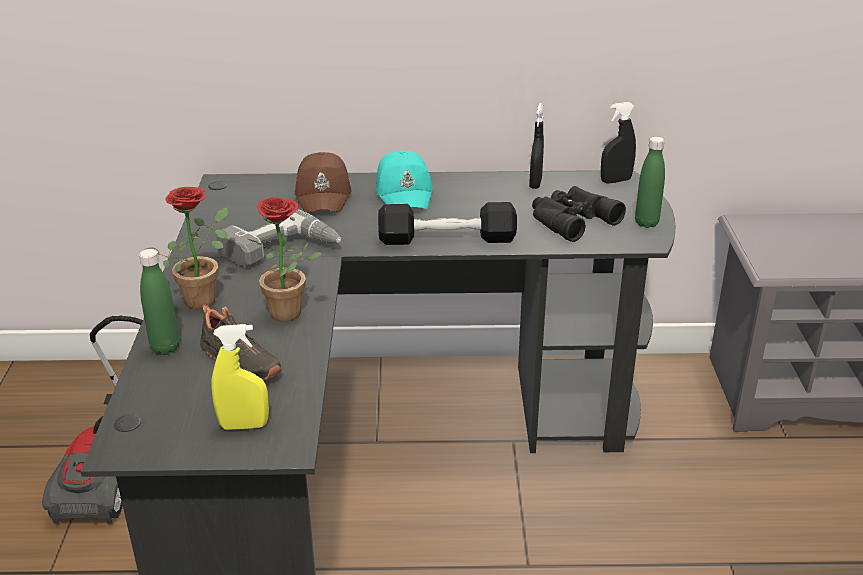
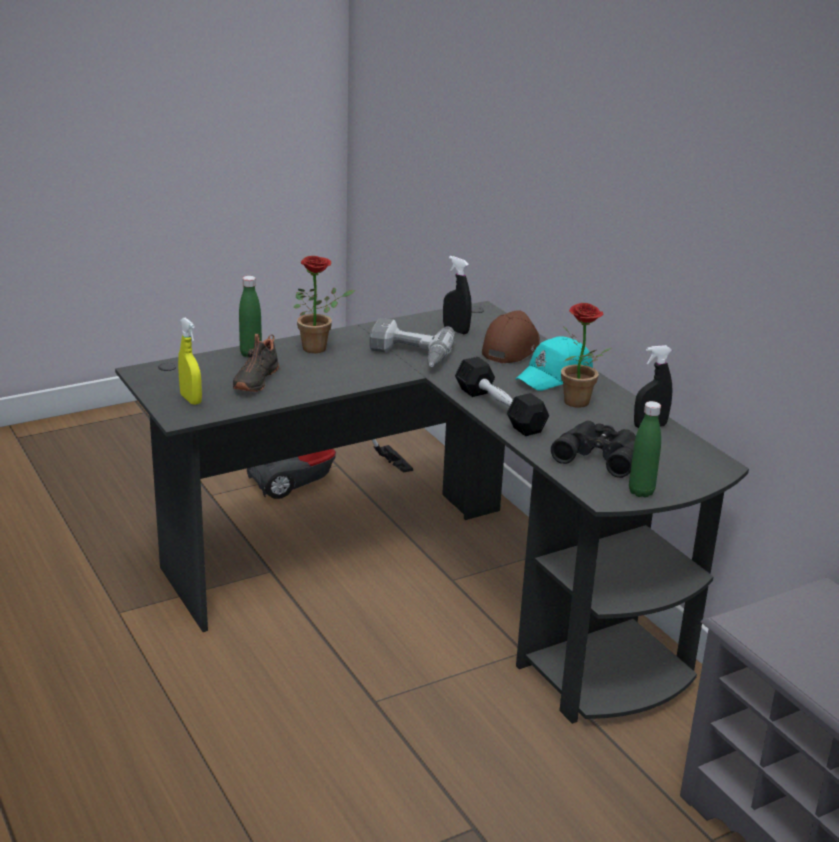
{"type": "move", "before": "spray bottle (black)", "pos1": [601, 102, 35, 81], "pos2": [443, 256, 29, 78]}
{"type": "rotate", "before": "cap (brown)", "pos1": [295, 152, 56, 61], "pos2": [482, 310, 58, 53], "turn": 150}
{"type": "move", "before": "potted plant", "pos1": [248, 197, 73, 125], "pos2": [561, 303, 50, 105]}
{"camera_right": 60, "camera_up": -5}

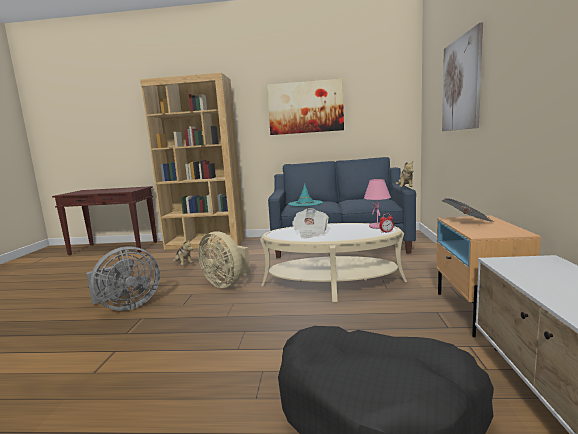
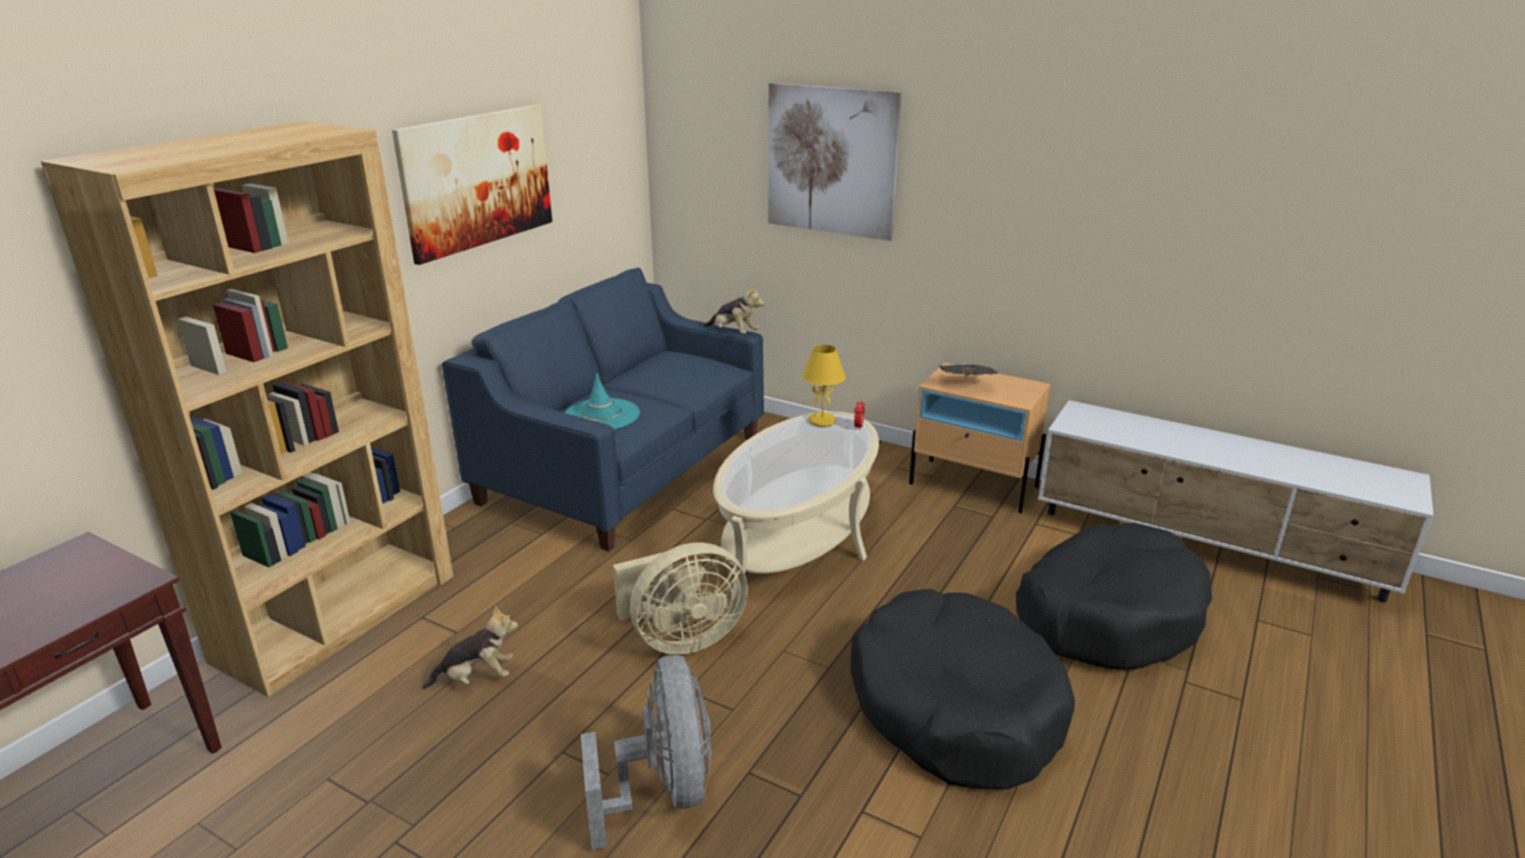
{"type": "recolor", "before": "table lamp (pink)", "after": "table lamp (yellow)", "pos1": [364, 179, 27, 50], "pos2": [802, 345, 44, 82]}
{"type": "insert", "after": "dog bed (black)", "pos2": [851, 589, 224, 201]}
{"type": "delete", "before": "newspaper", "pos1": [292, 208, 37, 30]}
{"camera_right": -65, "camera_up": 15}

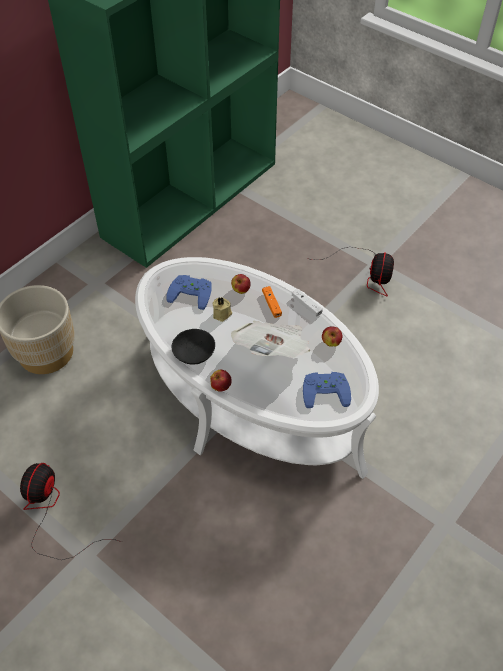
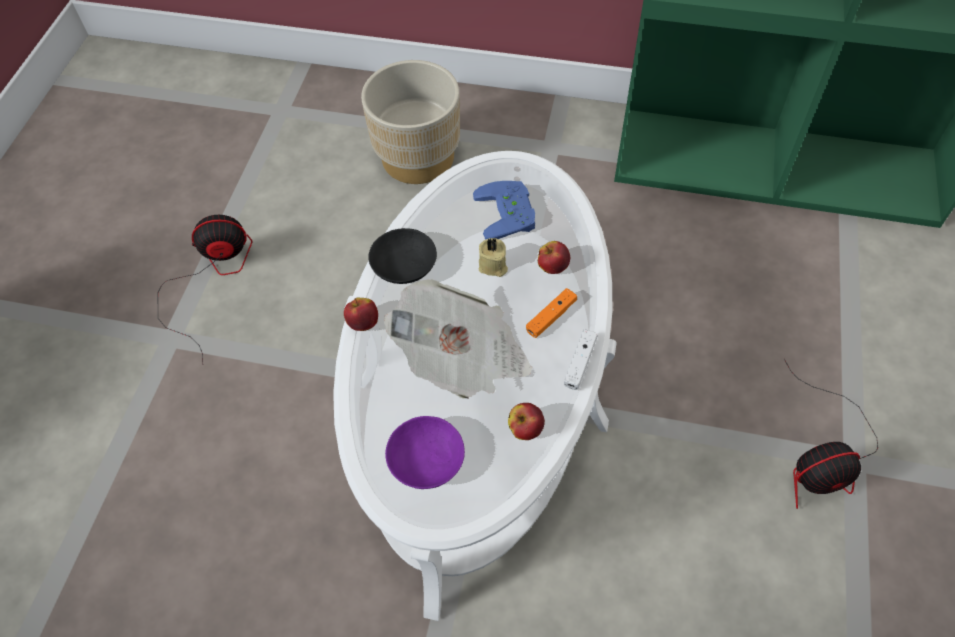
{"type": "replace", "before": "game controller (blue)", "after": "bowl (purple)", "pos1": [303, 372, 48, 36], "pos2": [385, 416, 80, 73]}
{"camera_right": 65, "camera_up": 5}

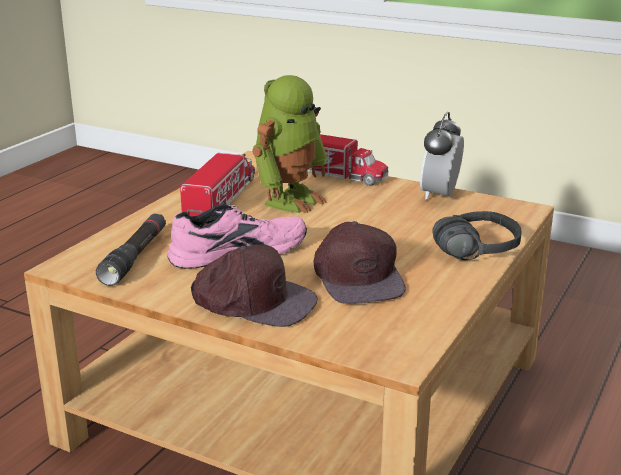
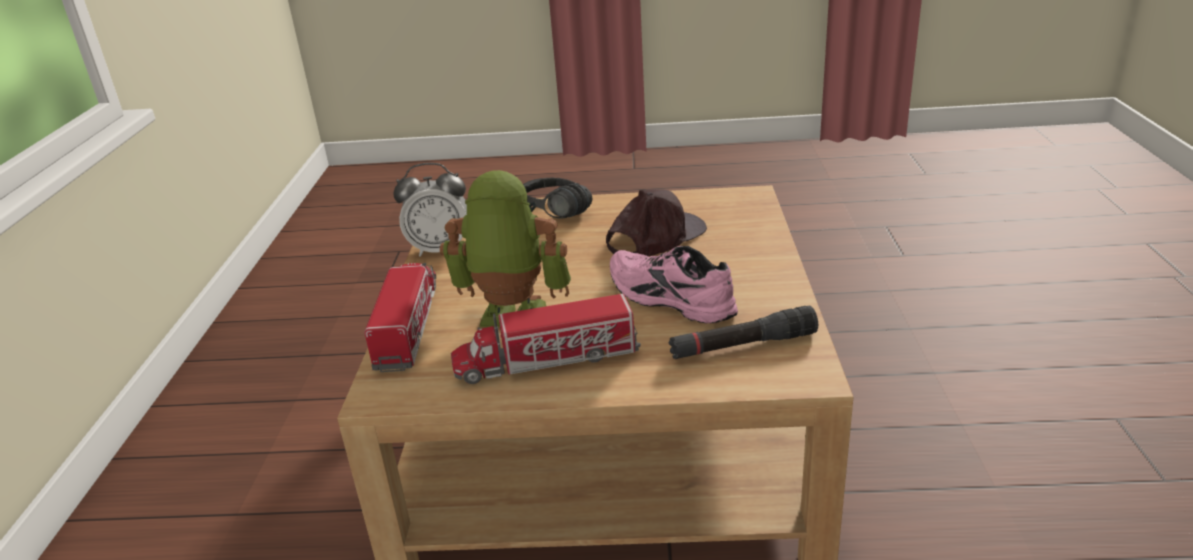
{"type": "delete", "before": "cap (brown)", "pos1": [191, 245, 127, 82]}
{"camera_right": -115, "camera_up": 5}

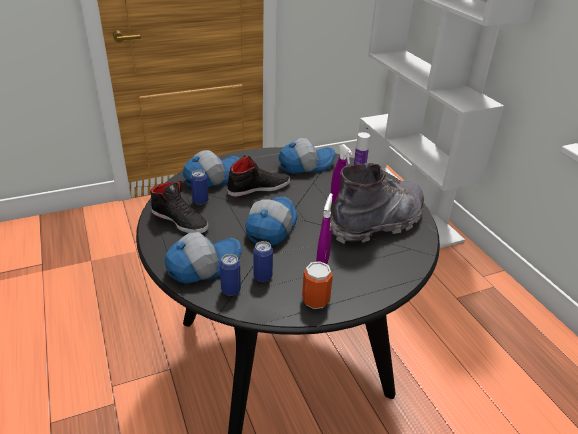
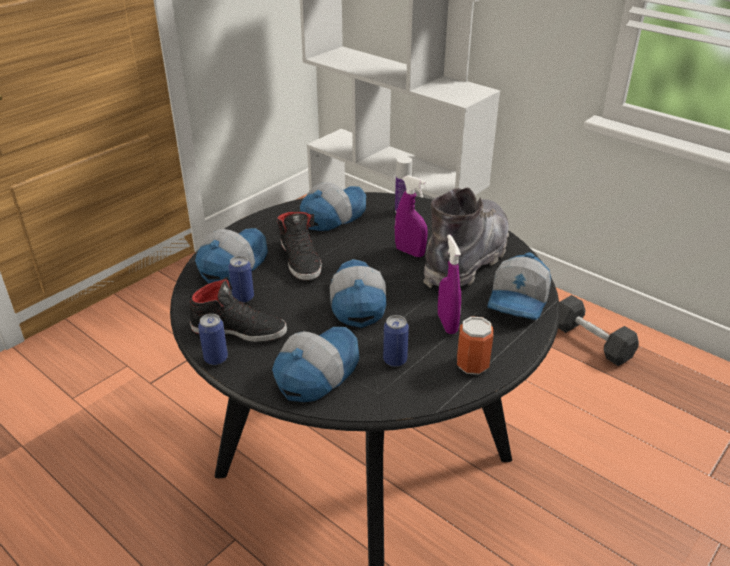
{"type": "move", "before": "can", "pos1": [220, 254, 21, 42], "pos2": [198, 314, 30, 51]}
{"type": "rotate", "before": "shoe (black)", "pos1": [227, 155, 63, 42], "pos2": [277, 211, 45, 70], "turn": 120}
{"type": "insert", "after": "cap", "pos2": [487, 253, 64, 67]}
{"type": "insert", "after": "dumbbell (black)", "pos2": [558, 295, 81, 71]}
{"camera_right": -25, "camera_up": 0}

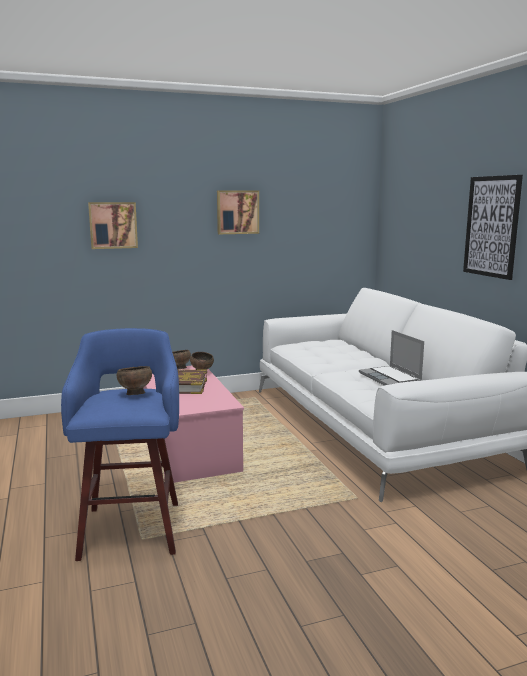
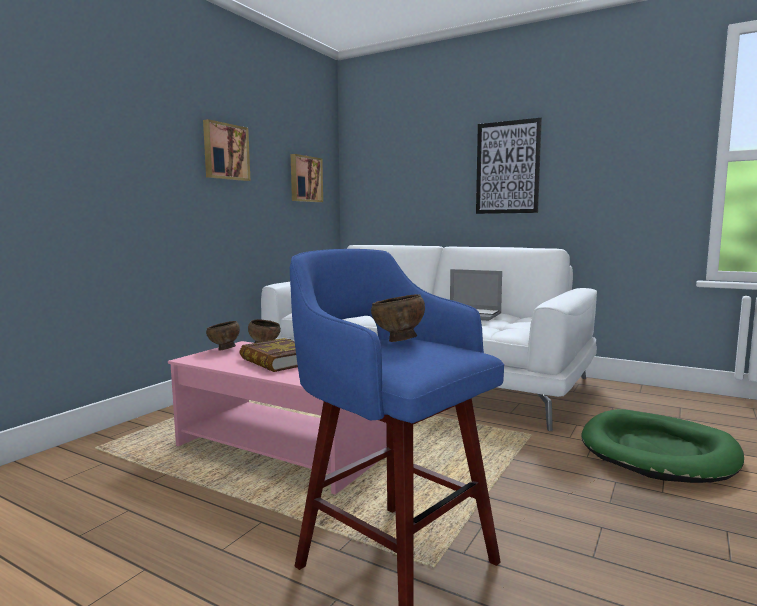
{"type": "move", "before": "picture", "pos1": [88, 202, 50, 47], "pos2": [291, 154, 32, 48]}
{"type": "insert", "after": "dog bed (green)", "pos2": [582, 409, 162, 74]}
{"camera_right": -40, "camera_up": -5}

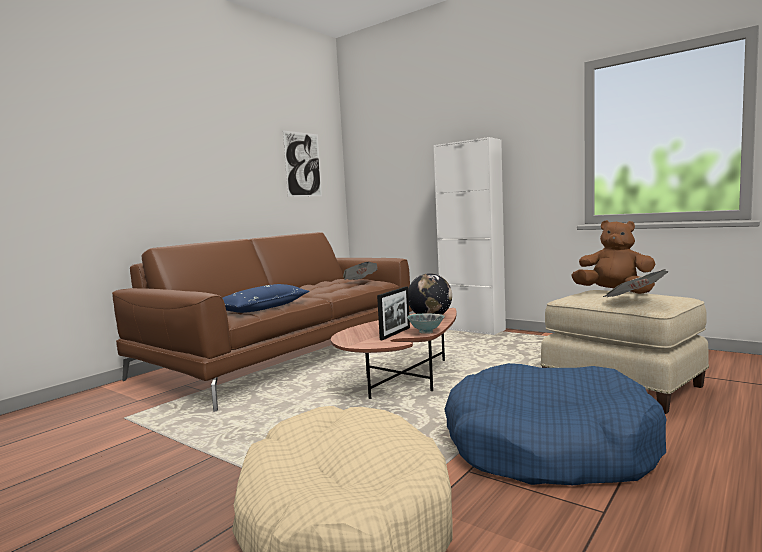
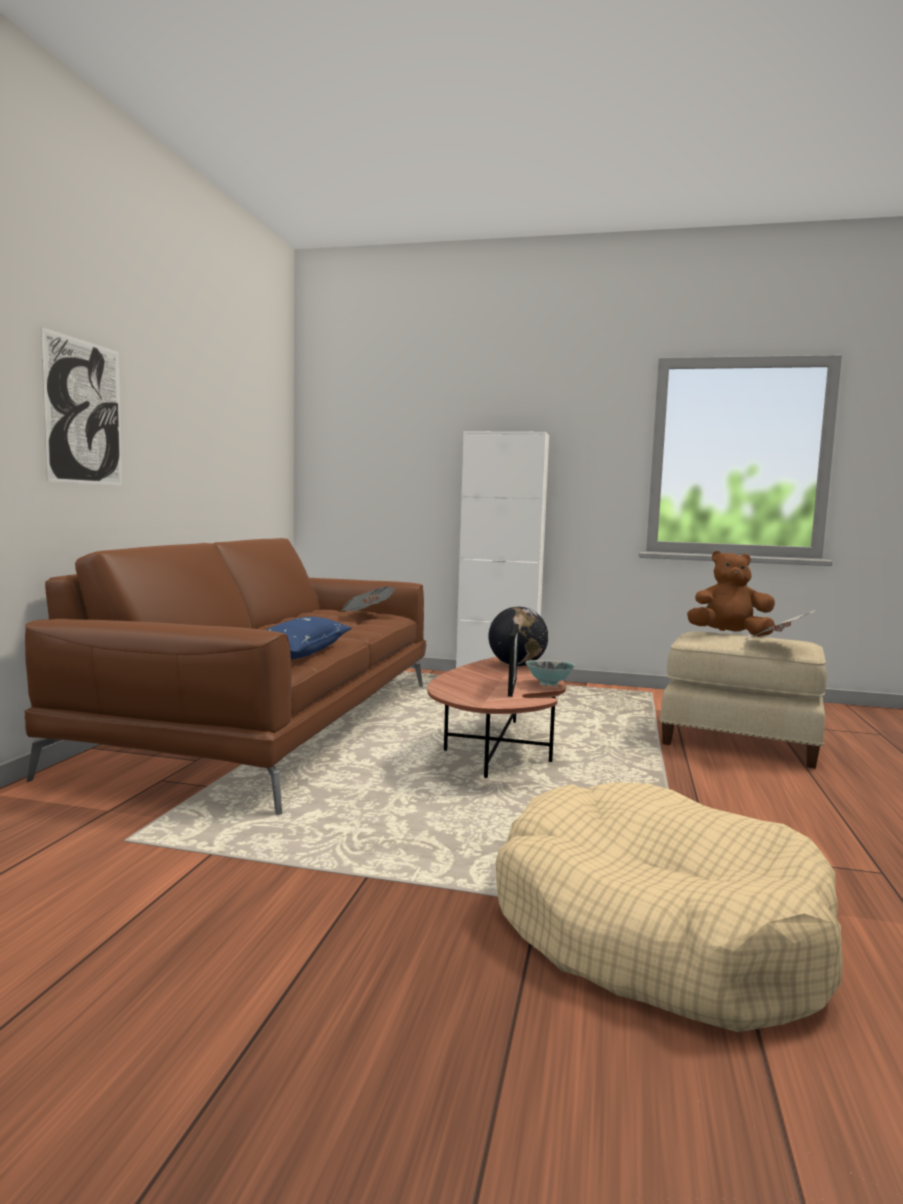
{"type": "move", "before": "picture", "pos1": [283, 130, 39, 67], "pos2": [41, 327, 81, 158]}
{"type": "delete", "before": "dog bed (blue)", "pos1": [444, 363, 223, 122]}
{"camera_right": -25, "camera_up": 0}

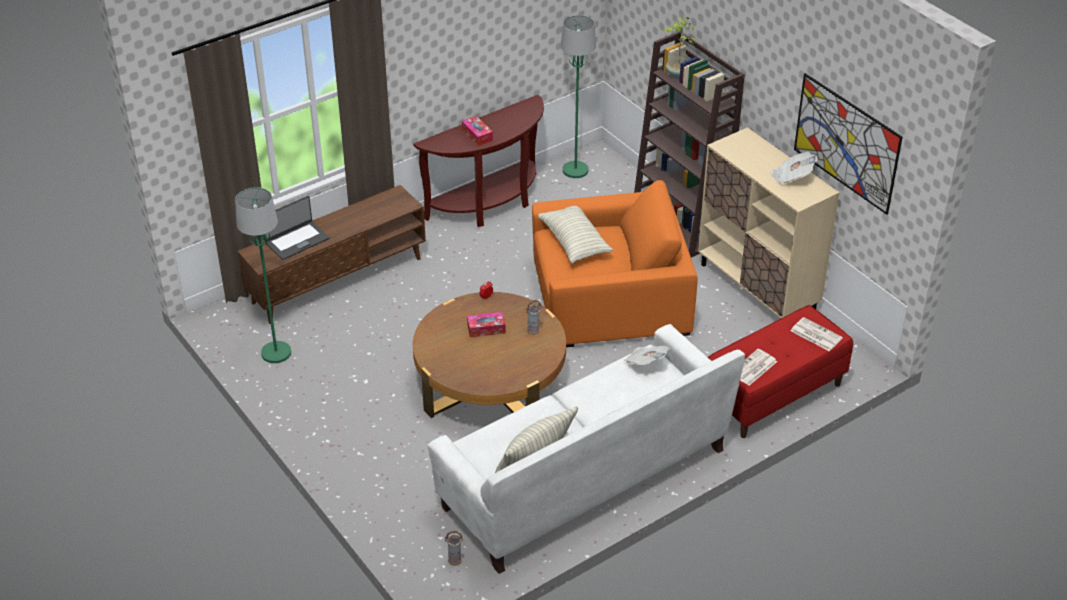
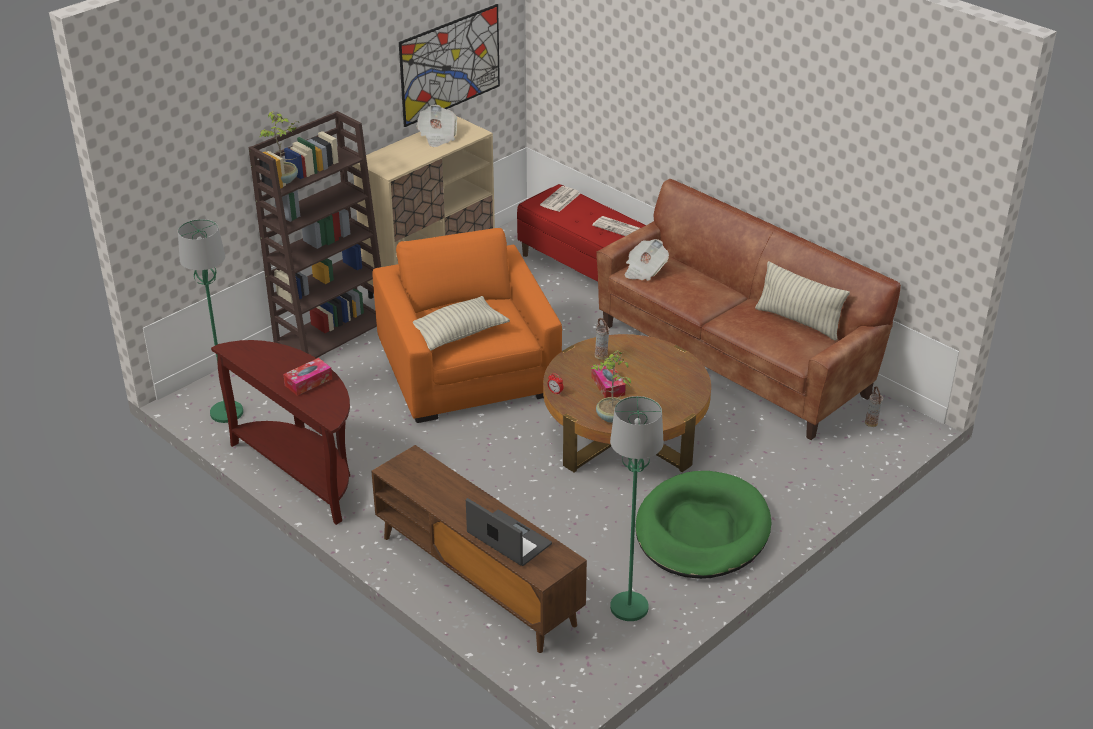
{"type": "insert", "after": "potted plant", "pos2": [591, 350, 40, 73]}
{"type": "recolor", "before": "sofa (white)", "after": "sofa (brown)", "pos1": [428, 324, 317, 250], "pos2": [596, 179, 305, 261]}
{"type": "insert", "after": "dog bed (green)", "pos2": [636, 471, 135, 108]}
{"camera_right": -100, "camera_up": -5}

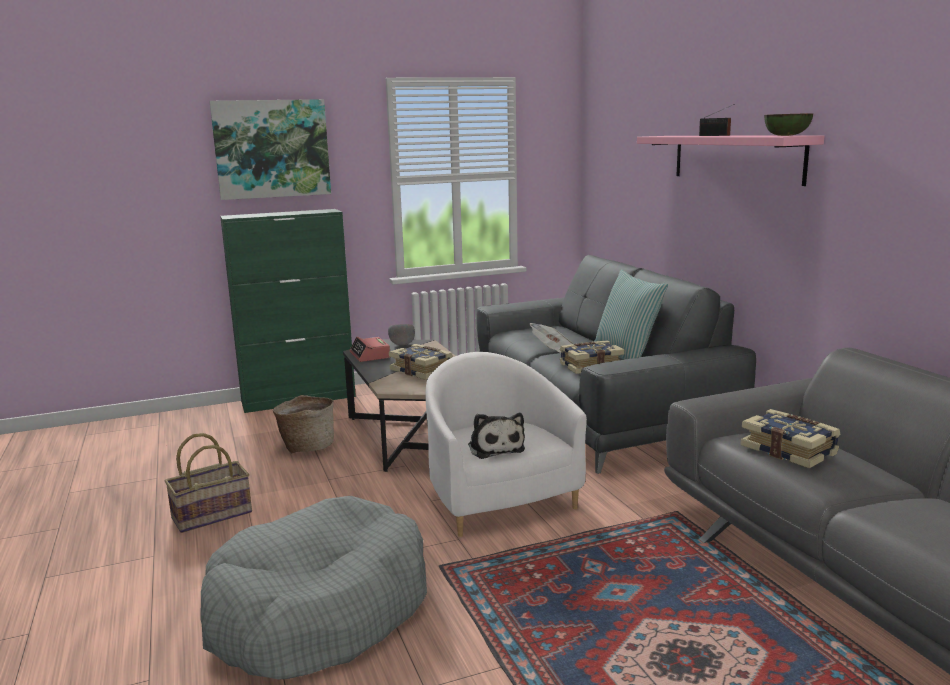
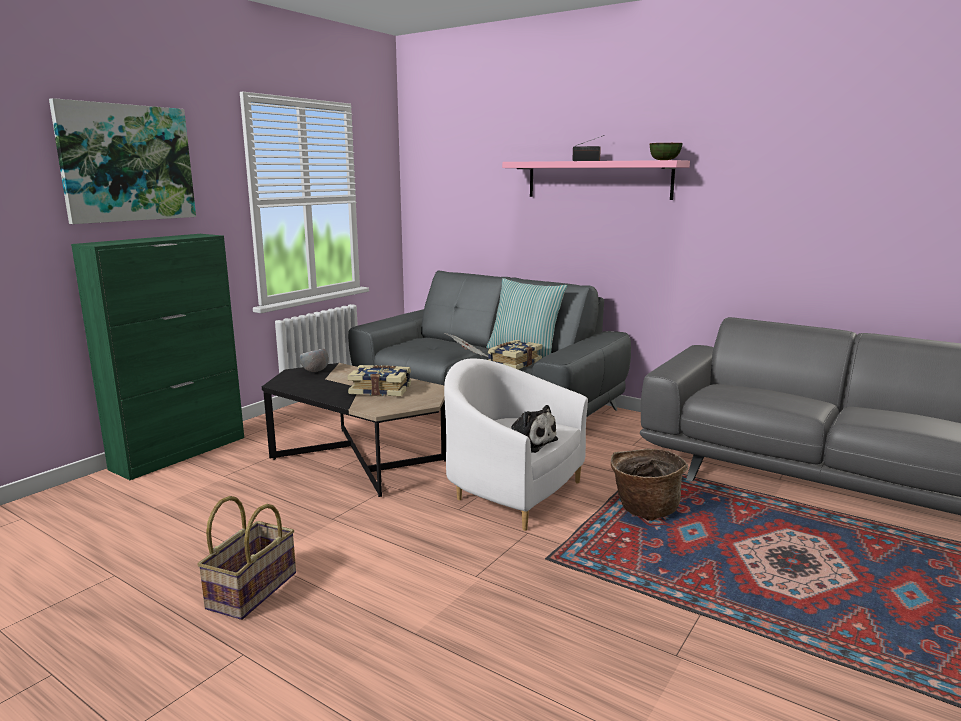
{"type": "move", "before": "basket", "pos1": [273, 395, 61, 59], "pos2": [611, 449, 77, 72]}
{"type": "delete", "before": "dog bed (grey)", "pos1": [201, 496, 226, 184]}
{"type": "delete", "before": "alarm clock", "pos1": [349, 337, 41, 25]}
{"type": "delete", "before": "book", "pos1": [740, 409, 101, 59]}
{"camera_right": -35, "camera_up": 0}

